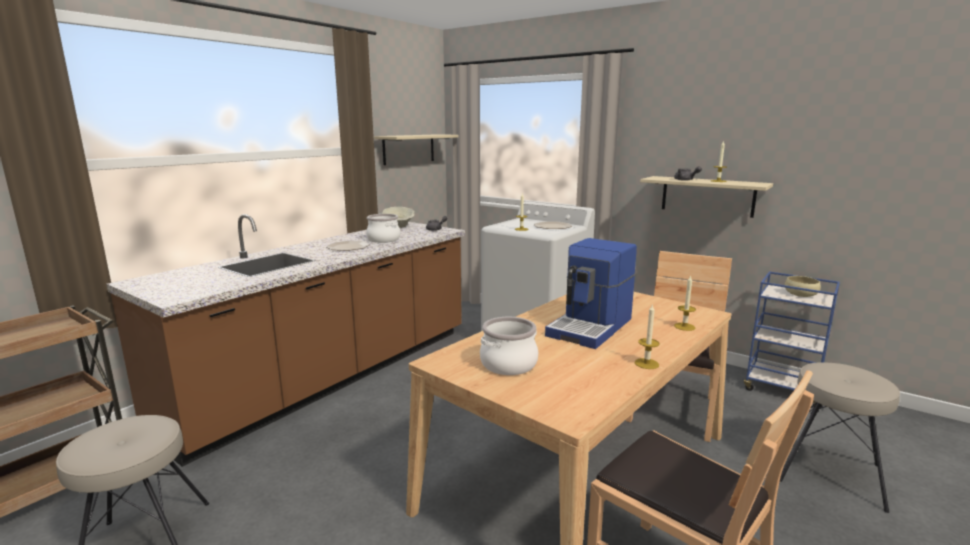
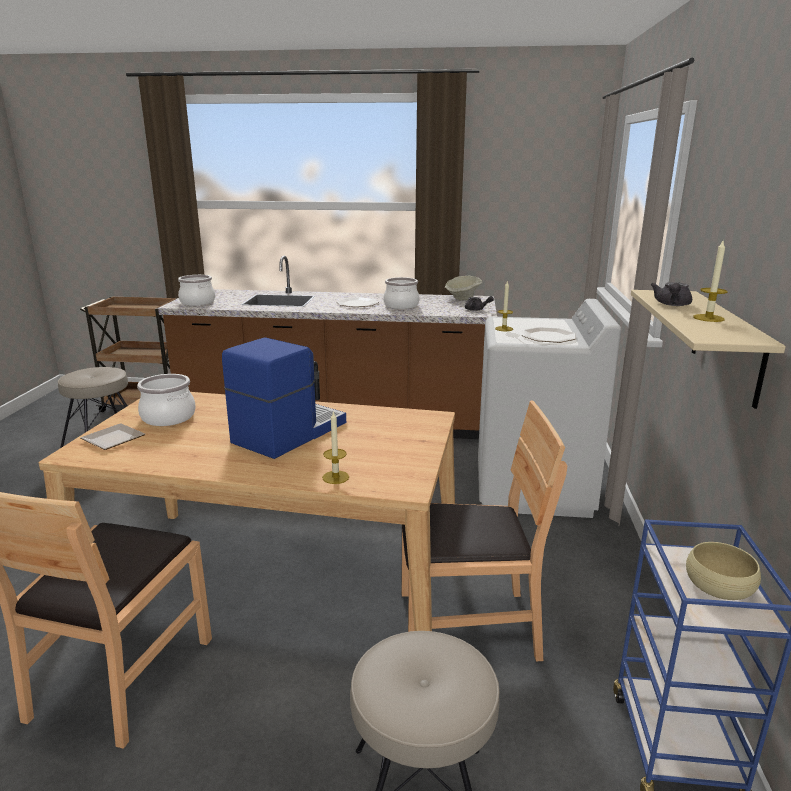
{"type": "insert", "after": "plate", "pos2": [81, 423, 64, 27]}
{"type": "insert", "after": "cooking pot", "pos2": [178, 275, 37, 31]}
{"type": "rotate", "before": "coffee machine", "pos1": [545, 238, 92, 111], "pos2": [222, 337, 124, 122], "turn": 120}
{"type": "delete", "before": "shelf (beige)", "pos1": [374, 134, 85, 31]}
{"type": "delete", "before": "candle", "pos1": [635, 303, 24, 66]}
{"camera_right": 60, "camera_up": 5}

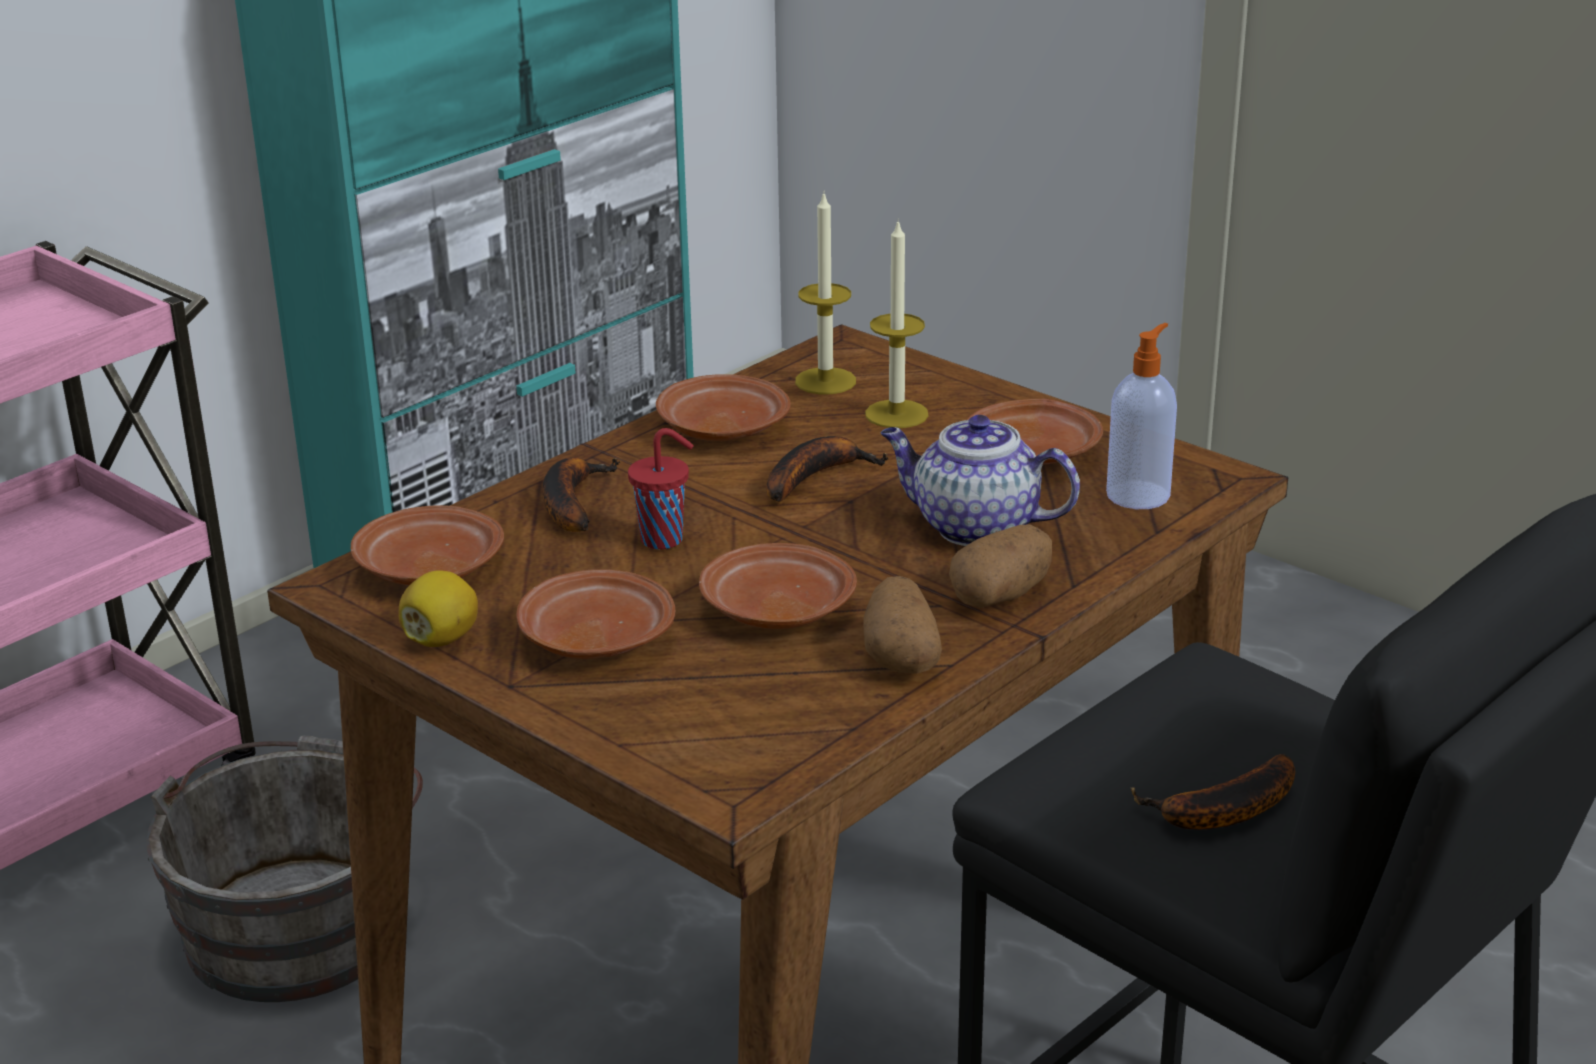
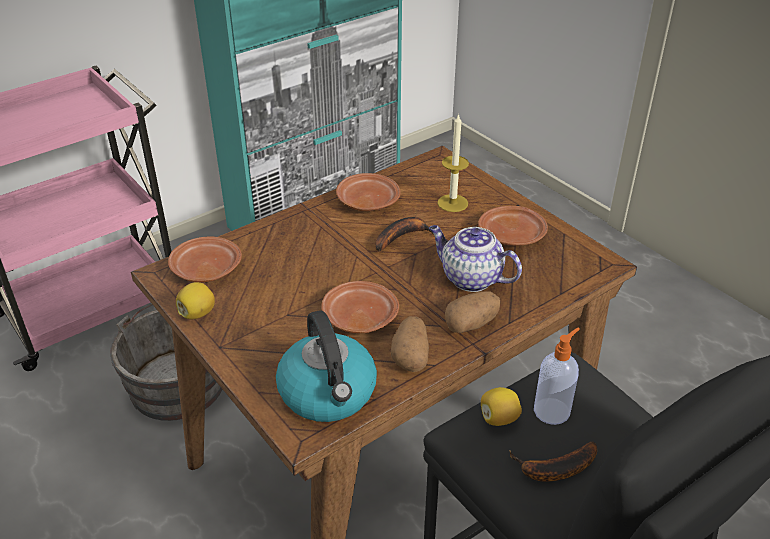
{"type": "insert", "after": "kettle", "pos2": [276, 310, 101, 112]}
{"type": "insert", "after": "lemon", "pos2": [481, 387, 41, 39]}
{"type": "move", "before": "soap dispenser", "pos1": [1106, 323, 71, 186], "pos2": [534, 328, 46, 97]}
{"type": "delete", "before": "plate (brown)", "pos1": [516, 569, 159, 90]}
{"type": "delete", "before": "banana", "pos1": [542, 457, 78, 75]}
{"type": "delete", "before": "cup (red)", "pos1": [628, 428, 65, 121]}
{"type": "delete", "before": "candle", "pos1": [795, 192, 61, 202]}
{"camera_right": 10, "camera_up": 10}

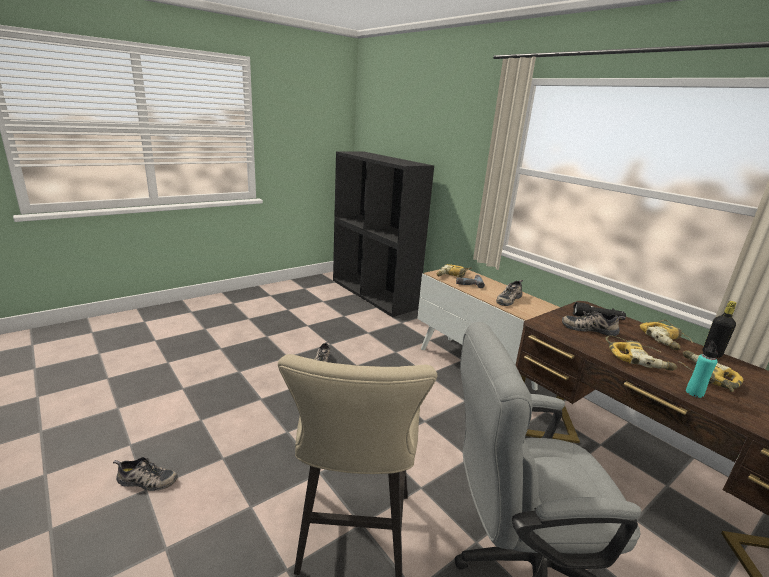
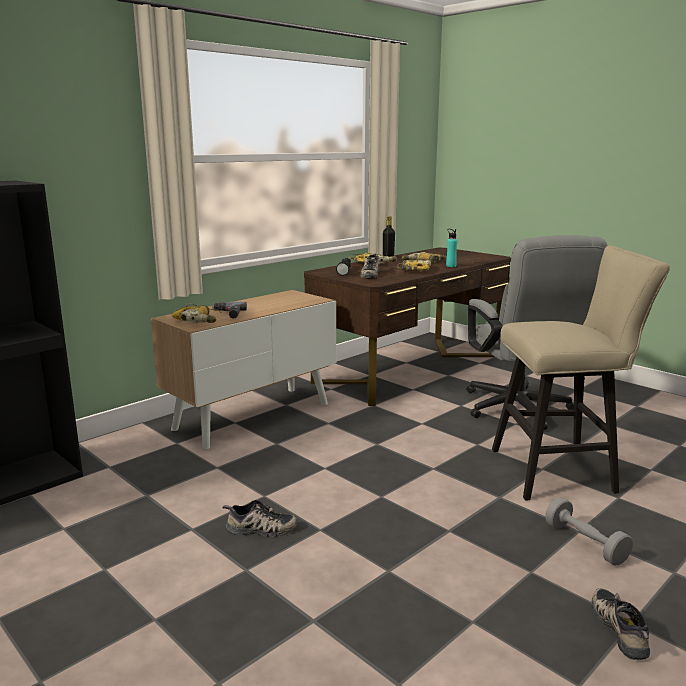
{"type": "insert", "after": "dumbbell (grey)", "pos2": [546, 497, 87, 69]}
{"type": "delete", "before": "shoe", "pos1": [496, 280, 27, 26]}
{"camera_right": -95, "camera_up": -5}

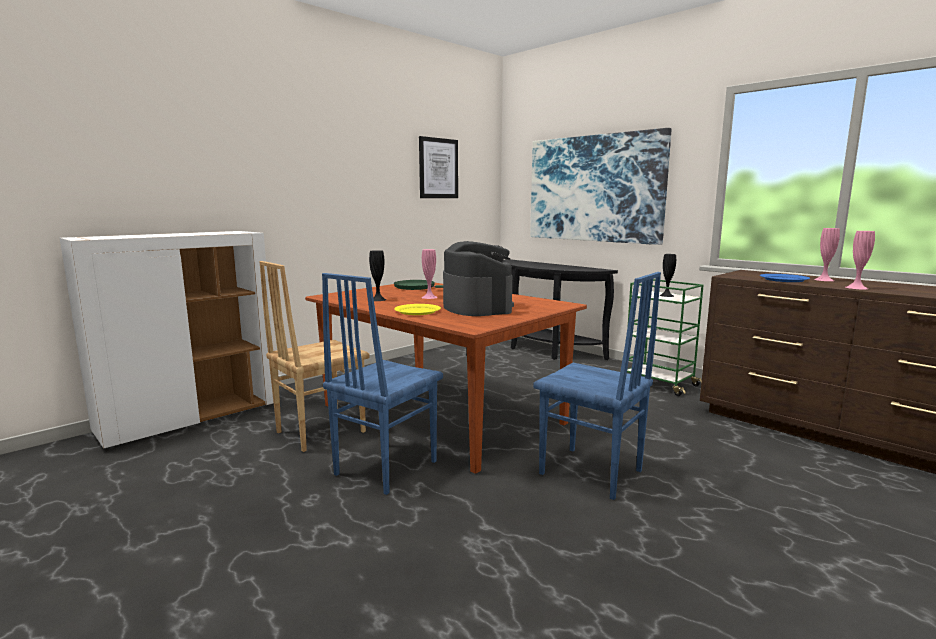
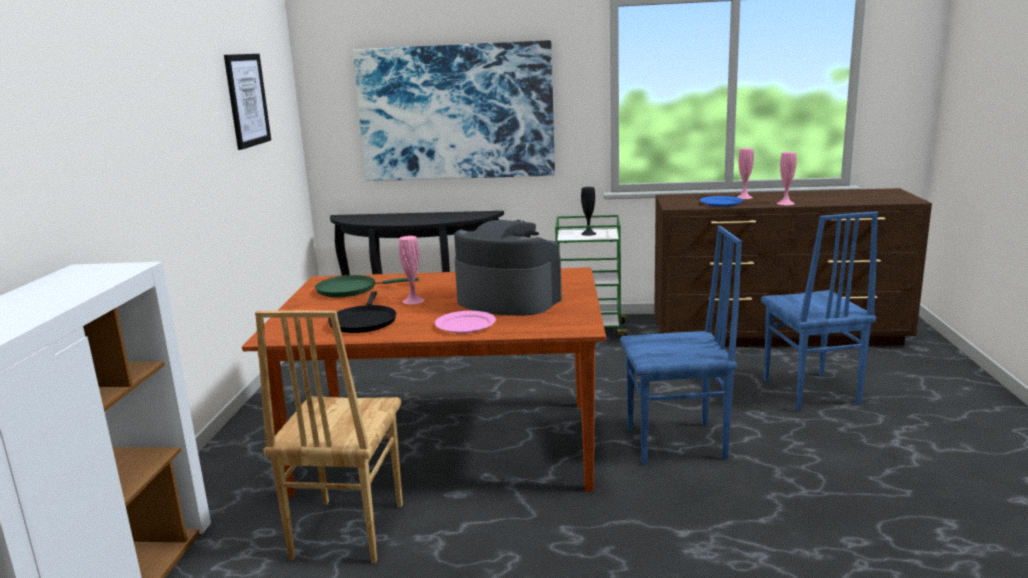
{"type": "replace", "before": "vase (black)", "after": "frying pan (black)", "pos1": [369, 250, 18, 51], "pos2": [328, 291, 68, 42]}
{"type": "recolor", "before": "plate (yellow)", "after": "plate (pink)", "pos1": [394, 304, 47, 11], "pos2": [435, 311, 61, 22]}
{"type": "move", "before": "chair (blue)", "pos1": [322, 273, 121, 222], "pos2": [761, 212, 117, 199]}
{"camera_right": -40, "camera_up": 5}

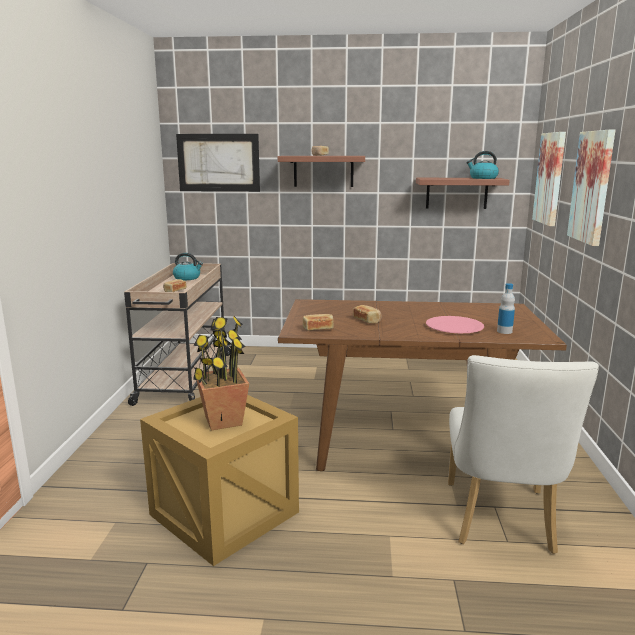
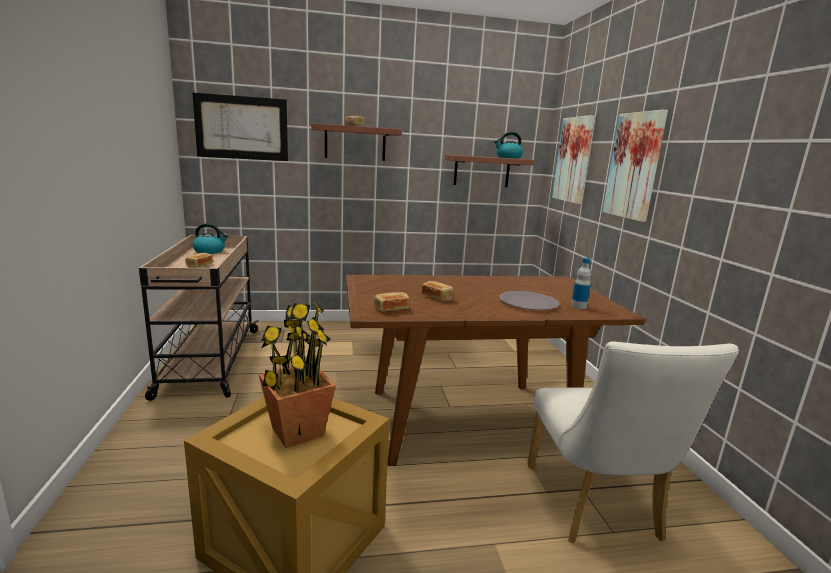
{"type": "recolor", "before": "plate (pink)", "after": "plate (grey)", "pos1": [426, 316, 58, 17], "pos2": [499, 291, 60, 19]}
{"camera_right": -15, "camera_up": 0}

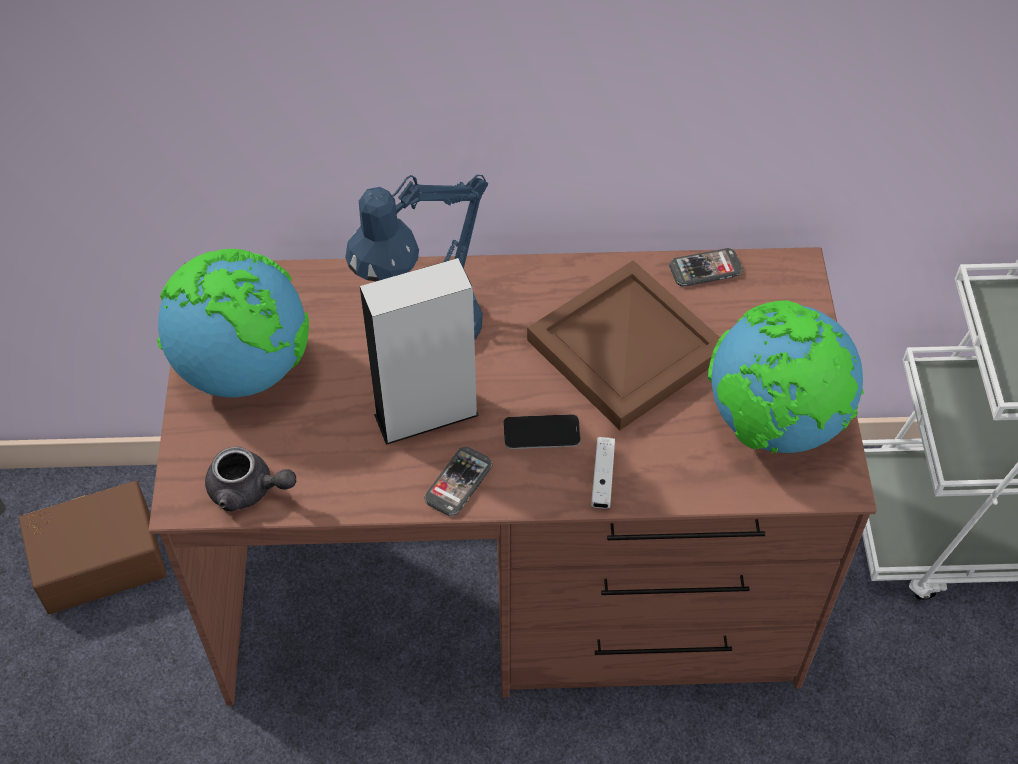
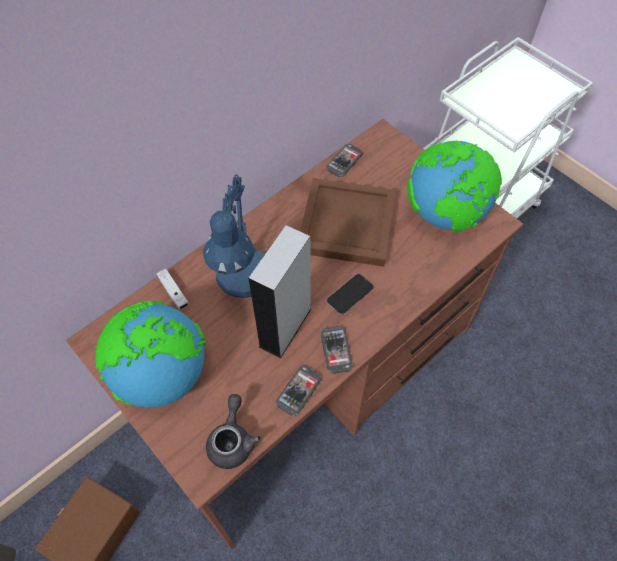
{"type": "move", "before": "game controller (white)", "pos1": [591, 437, 24, 71], "pos2": [157, 269, 32, 41]}
{"type": "rotate", "before": "teapot (grey)", "pos1": [205, 447, 91, 64], "pos2": [206, 394, 55, 75], "turn": -60}
{"type": "insert", "after": "phone", "pos2": [276, 366, 46, 50]}
{"camera_right": -40, "camera_up": 5}

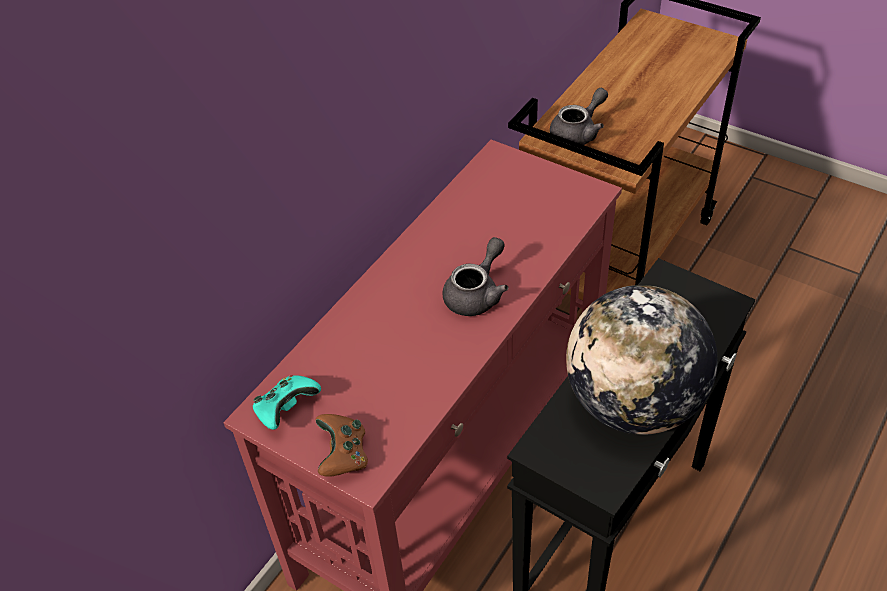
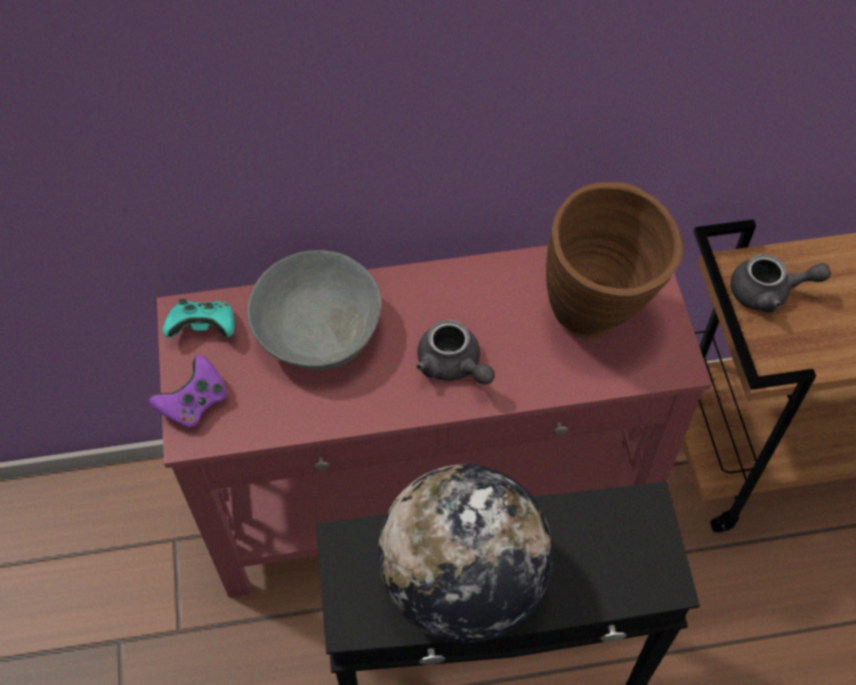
{"type": "recolor", "before": "game controller (brown)", "after": "game controller (purple)", "pos1": [316, 414, 52, 63], "pos2": [149, 355, 78, 73]}
{"type": "insert", "after": "bowl (grey)", "pos2": [247, 250, 135, 120]}
{"type": "rotate", "before": "teapot (grey)", "pos1": [442, 237, 66, 79], "pos2": [416, 320, 79, 65], "turn": 60}
{"type": "insert", "after": "vase (brown)", "pos2": [546, 182, 138, 157]}
{"camera_right": 45, "camera_up": 10}

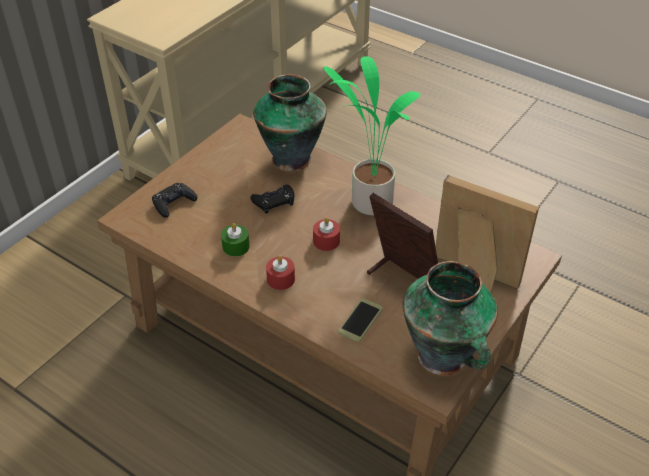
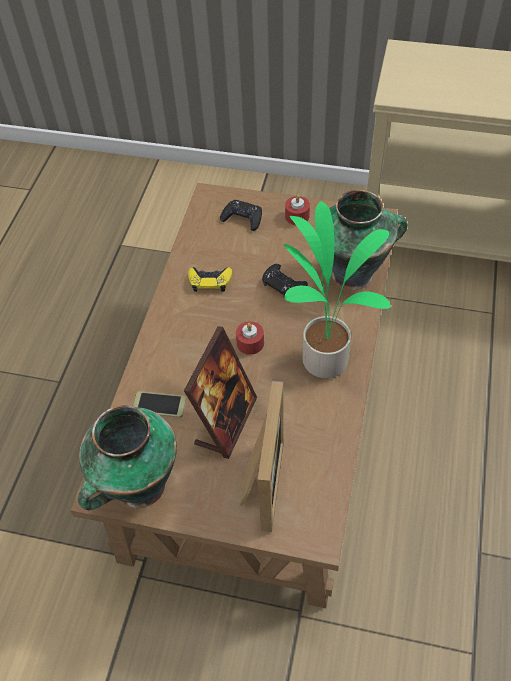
{"type": "replace", "before": "candle (green)", "after": "game controller (yellow)", "pos1": [221, 223, 28, 34], "pos2": [188, 267, 44, 25]}
{"type": "move", "before": "candle (red)", "pos1": [266, 255, 29, 35], "pos2": [285, 195, 25, 30]}
{"camera_right": 70, "camera_up": 10}

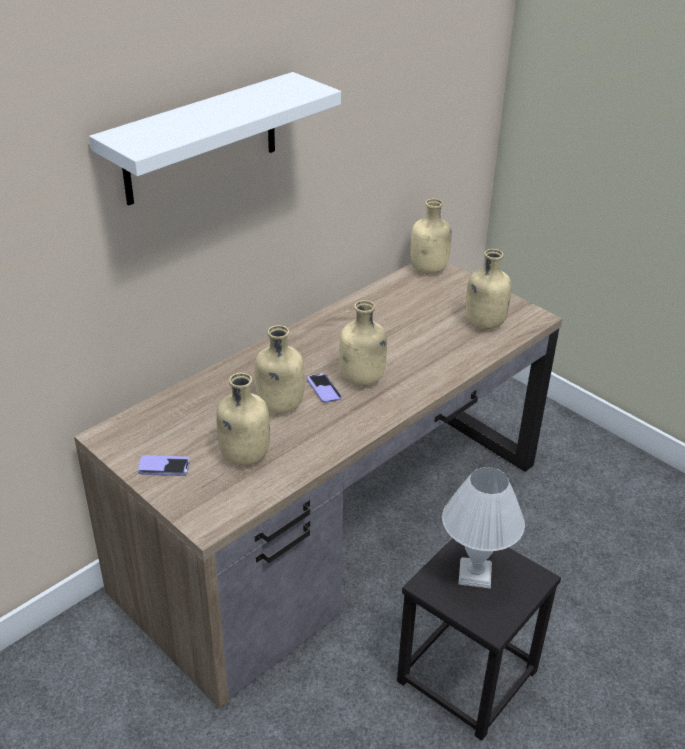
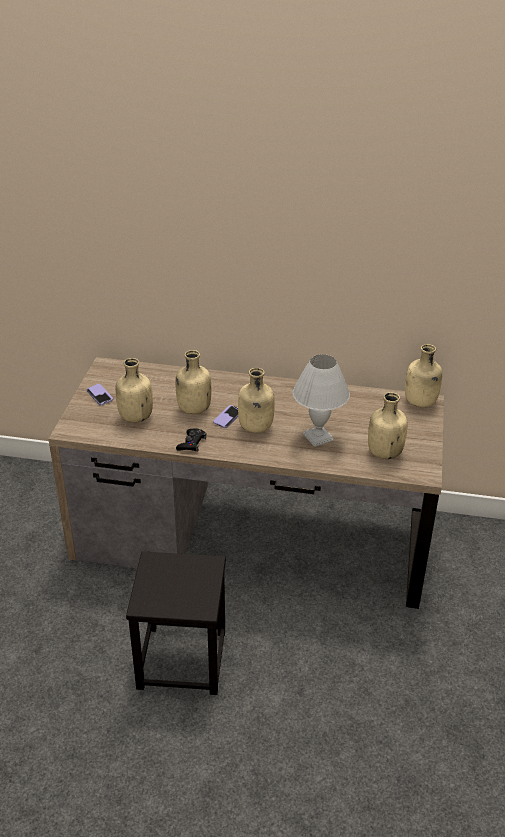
{"type": "insert", "after": "game controller (black)", "pos2": [176, 428, 30, 24]}
{"type": "move", "before": "table lamp (white)", "pos1": [442, 467, 83, 122], "pos2": [293, 354, 57, 93]}
{"type": "delete", "before": "shelf (white)", "pos1": [89, 72, 252, 134]}
{"camera_right": 55, "camera_up": 0}

